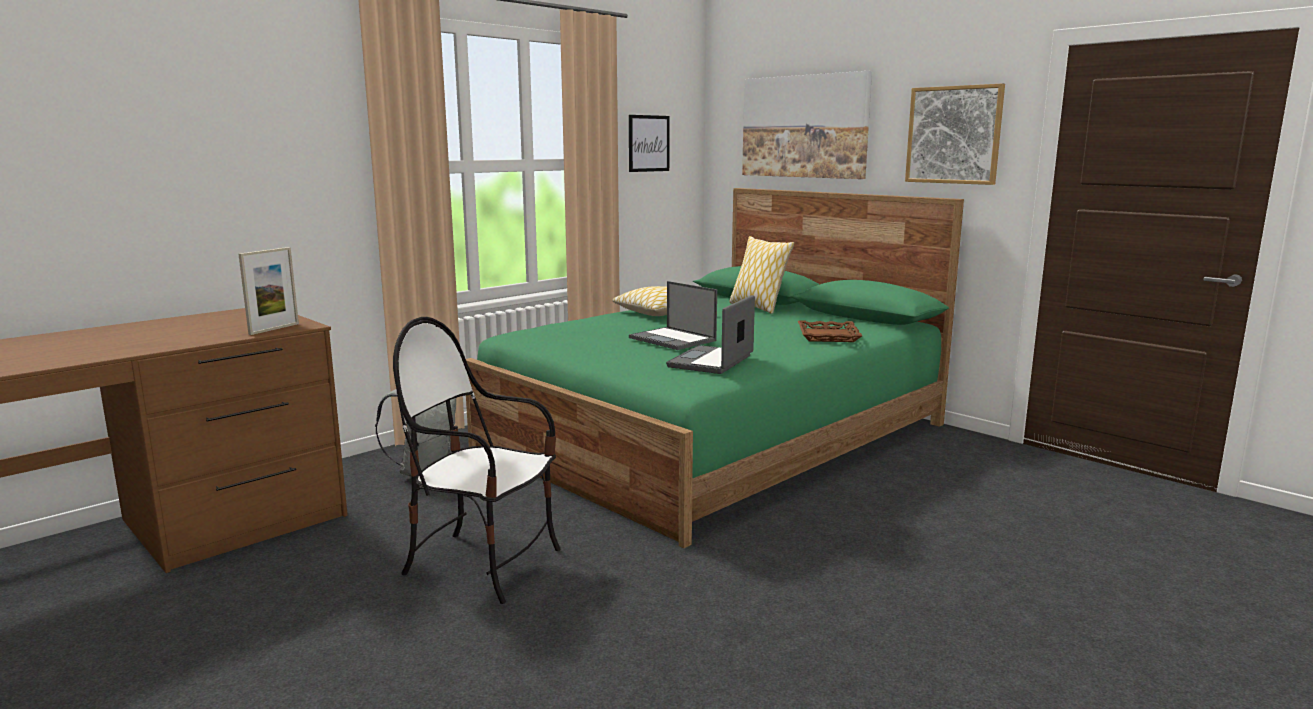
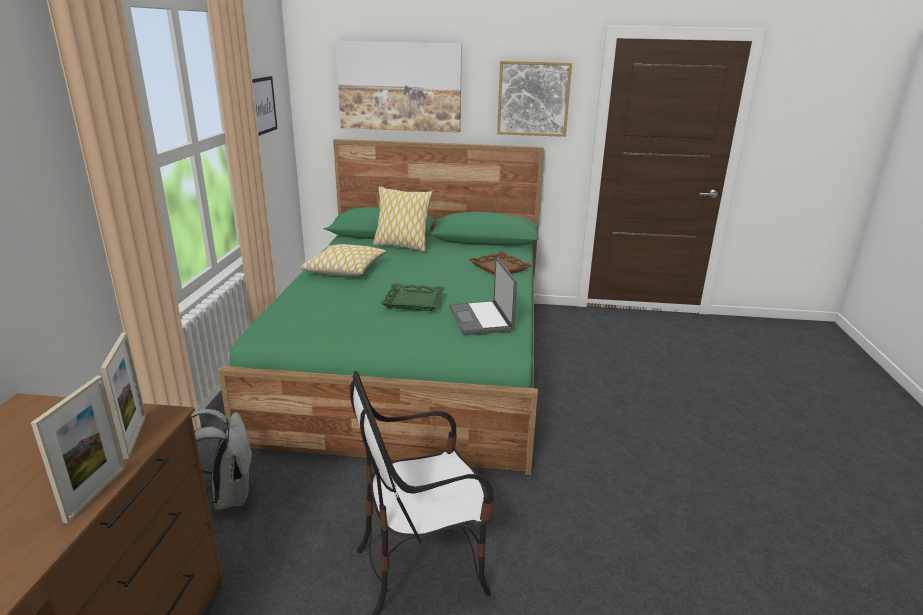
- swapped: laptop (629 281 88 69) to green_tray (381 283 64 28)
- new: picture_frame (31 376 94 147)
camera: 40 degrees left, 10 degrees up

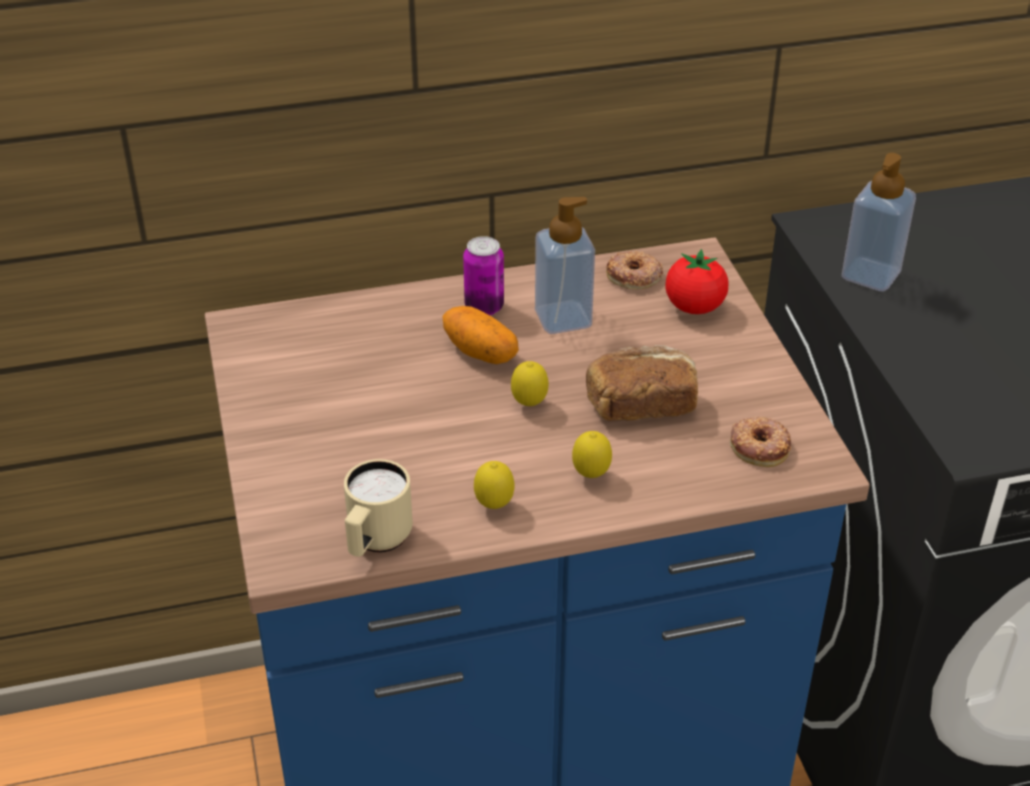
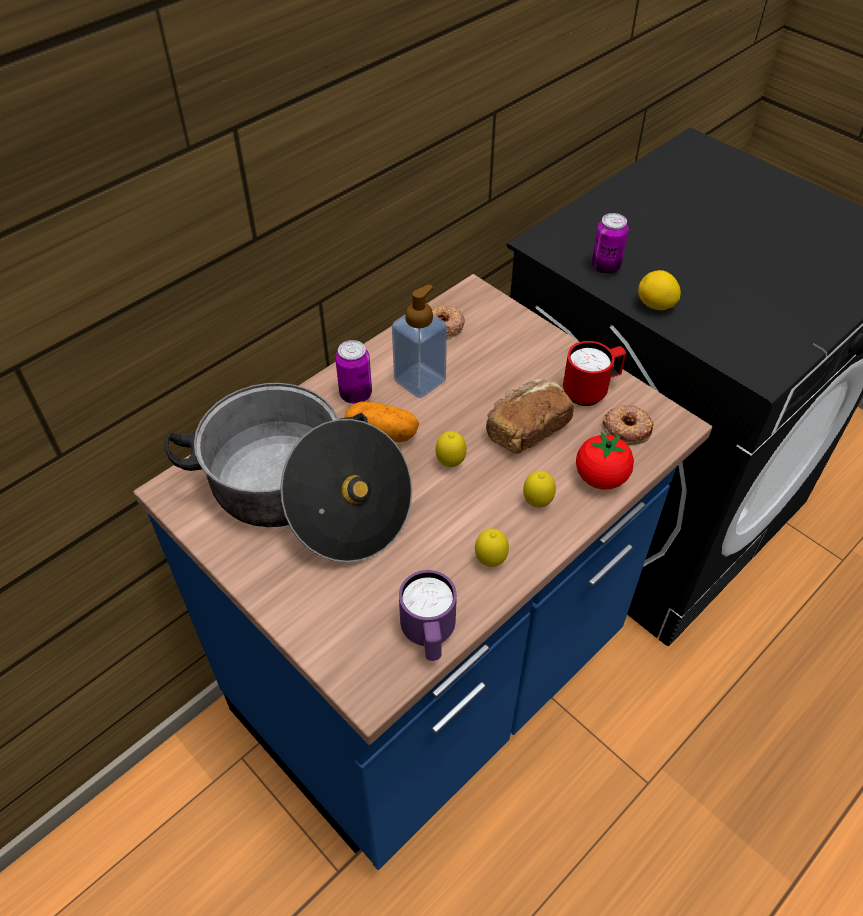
- swapped: soap_dispenser (842 153 74 139) to can (592 213 37 61)
- shifted: tomato (665 249 63 65) to (576 431 58 59)
- repainted: beige_mug (344 459 69 98) to purple_mug (399 570 58 91)
- new: lemon (638 270 43 40)
- new: red_mug (563 341 63 65)
- new: cooking_pot (164 383 248 179)
camera: 30 degrees left, 10 degrees up

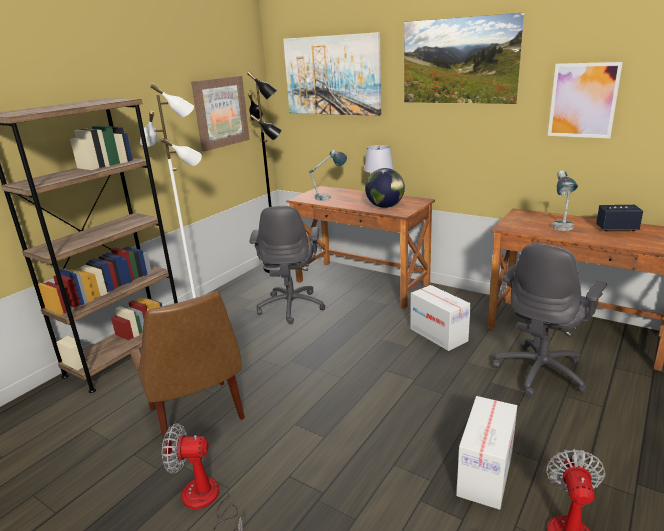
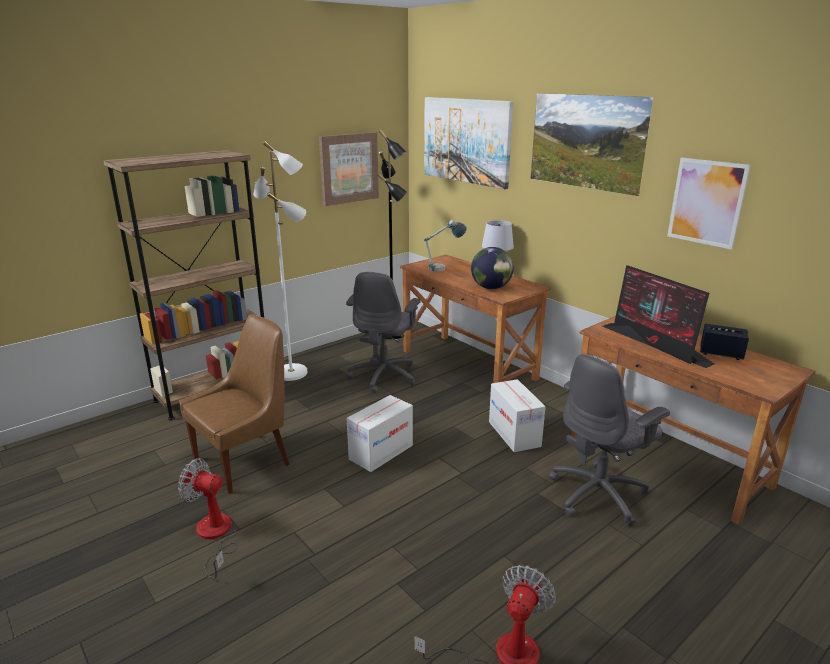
- swapped: table_lamp (552 170 26 61) to monitor (602 265 112 103)
- rotated: brown_chair (130 291 115 151) = (179 314 110 180) 120 degrees counterclockwise
- shifted: cardboard_box (456 396 61 114) to (347 395 66 77)
camera: 15 degrees right, 0 degrees up

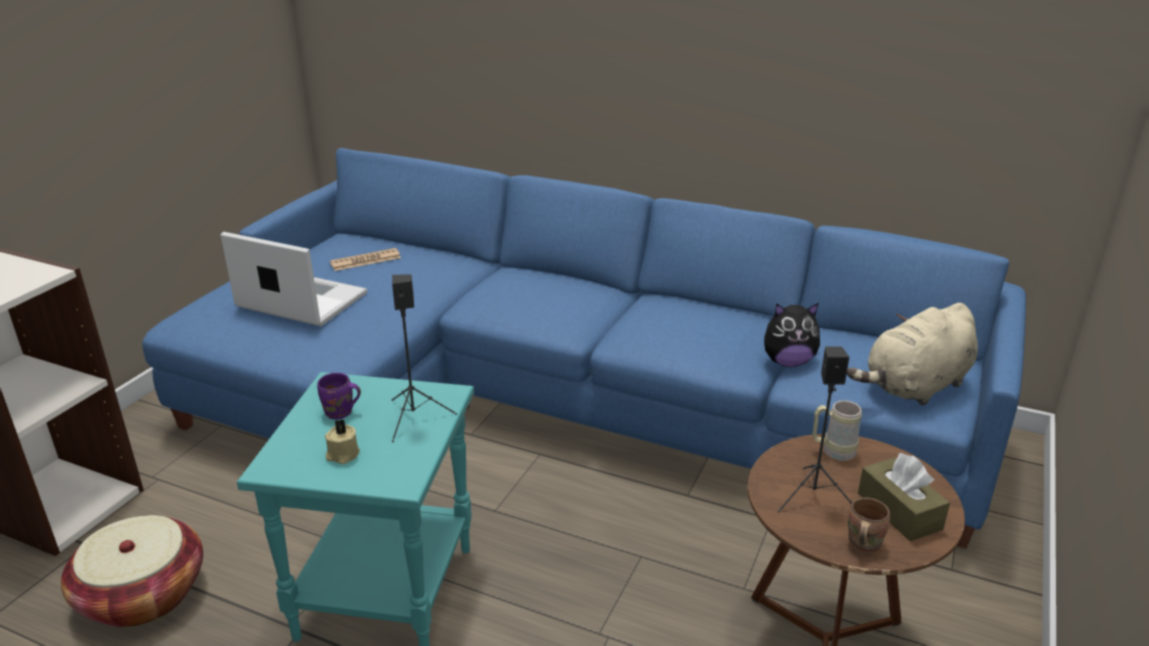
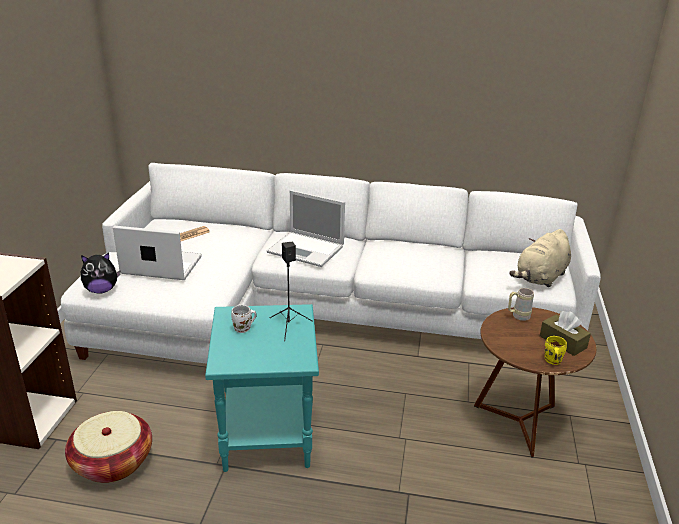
- repainted: blue_sofa (142 148 884 401) to white_sofa (61 163 540 201)
- shifted: plush_toy (764 303 56 64) to (81 252 39 42)
- gone: black_speaker (778 347 74 166)
- repainted: purple_mug (317 373 44 47) to white_mug (231 305 26 28)
- gone: beige_candle (325 419 35 45)
- repainted: brown_mug (848 498 42 55) to yellow_mug (545 336 22 29)
- new: laptop (267 190 78 77)
camera: 15 degrees left, 0 degrees up

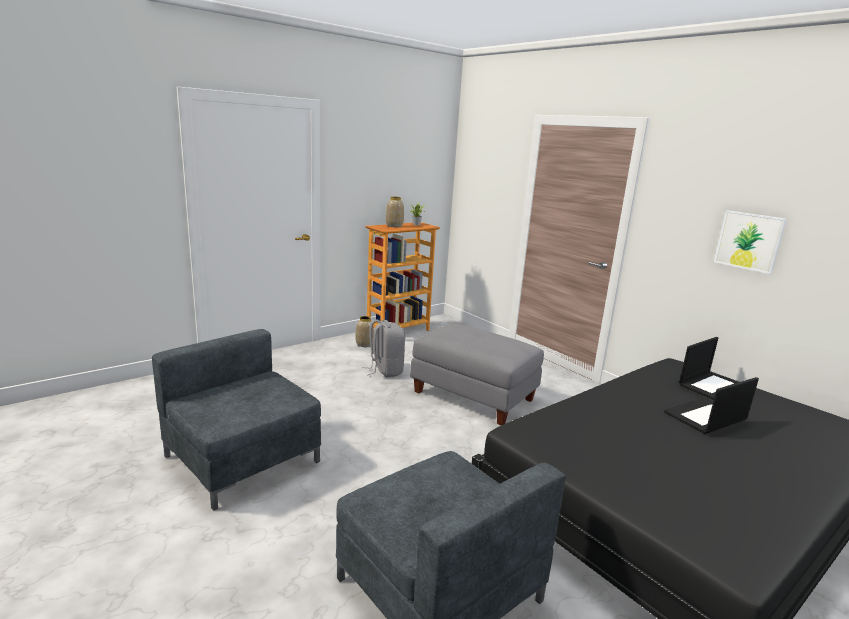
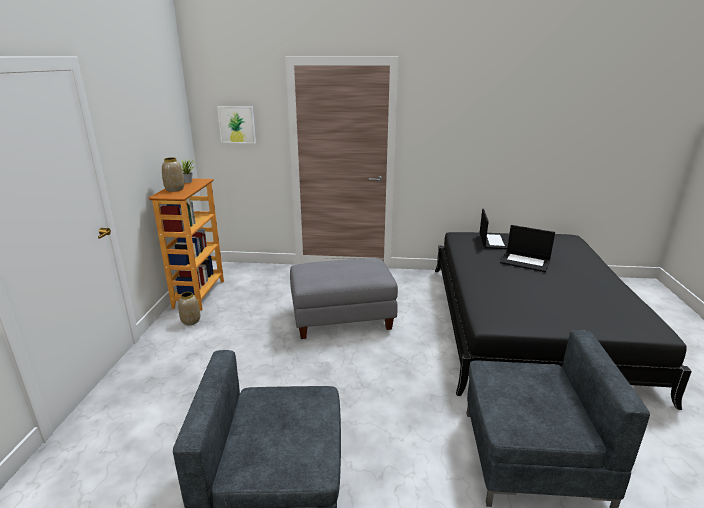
- shifted: picture (714 210 73 64) to (217 106 39 37)
- gone: grey_backpack (363 319 42 58)
- rotated: laptop (664 377 95 57) = (500 225 55 47) 75 degrees counterclockwise
camera: 45 degrees left, 5 degrees up

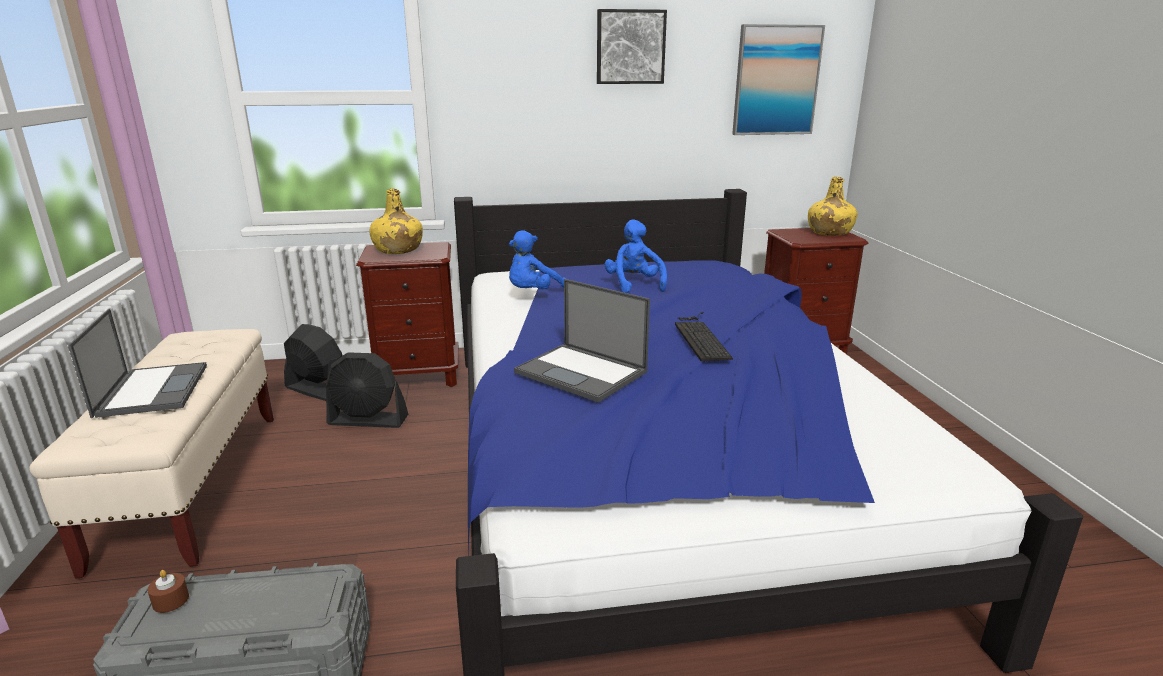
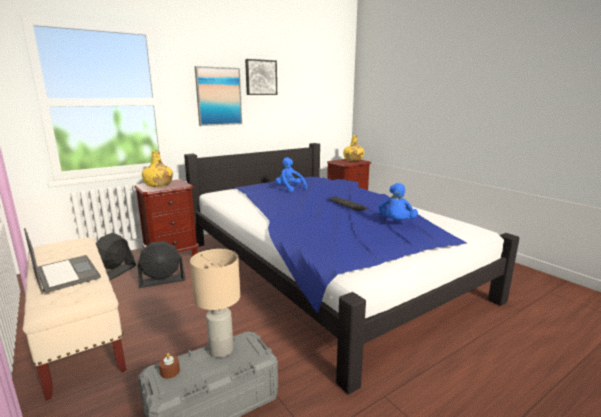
- shifted: picture (732 24 93 111) to (195 66 47 60)
- shifted: blue_plush_toy (509 230 57 59) to (379 183 39 37)
- gone: laptop (514 279 136 124)
- rotated: black_fan (284 324 58 77) = (96 233 40 48) 75 degrees counterclockwise
- new: beige_table_lamp (190 249 50 109)
camera: 25 degrees left, 5 degrees down

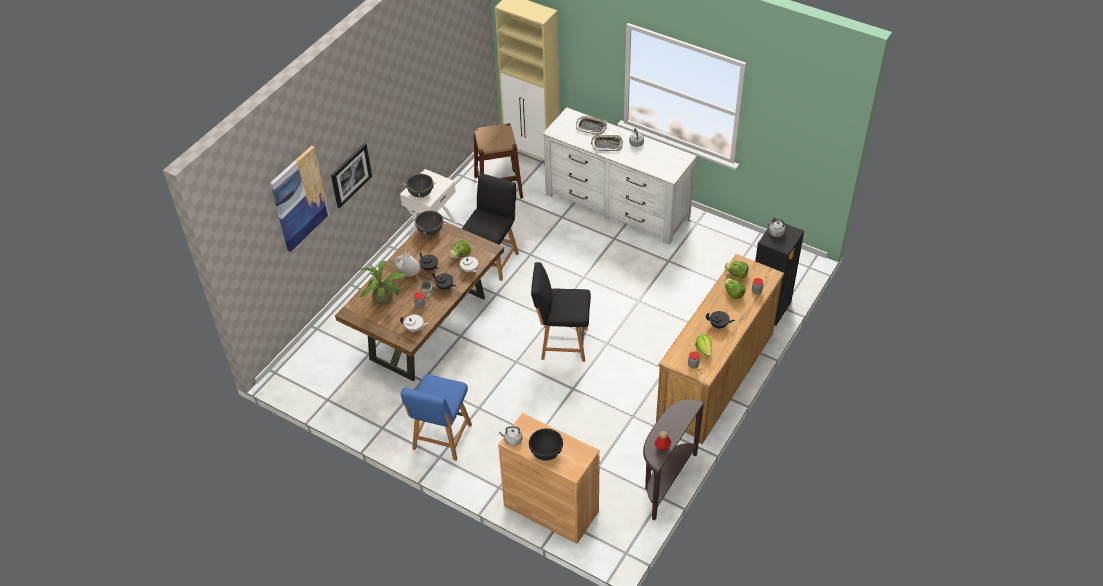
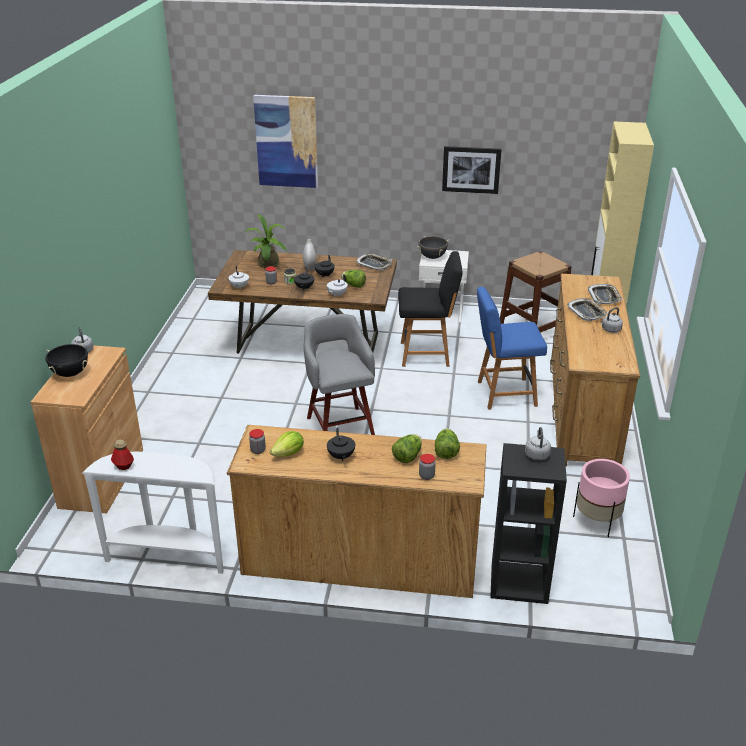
- repainted: white_dresser (542 107 155 138) to brown_dresser (550 274 90 192)
- shifted: picture (331 143 41 65) to (442 146 60 48)
- swapped: black_cooking_pot (412 209 34 27) to tray (356 253 36 17)
- swapped: black_chair (531 262 60 100) to grey_stool (304 314 71 121)
- shifted: blue_chair (400 374 72 87) to (477 287 70 123)
- repainted: brown_console_table (643 399 61 122) to white_console_table (82 452 142 122)
- new: pink_planter (573 459 57 78)
camera: 65 degrees right, 15 degrees down

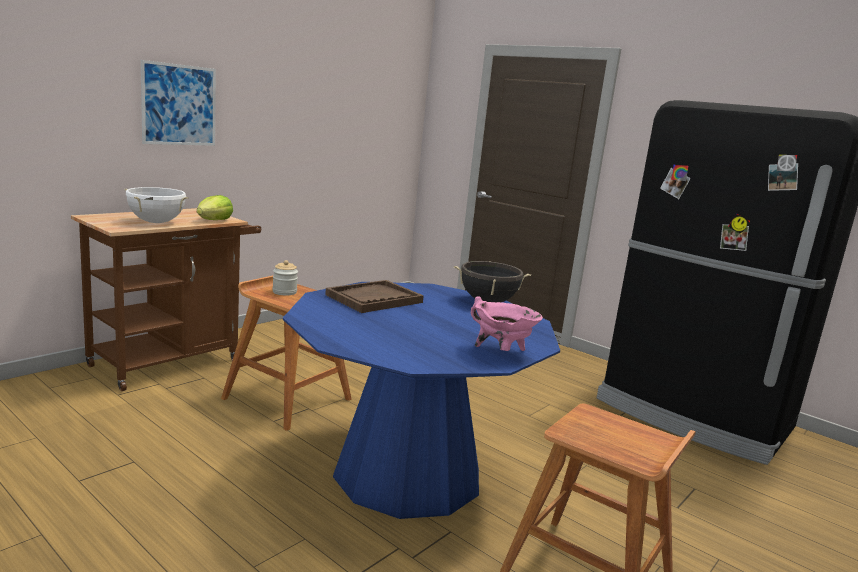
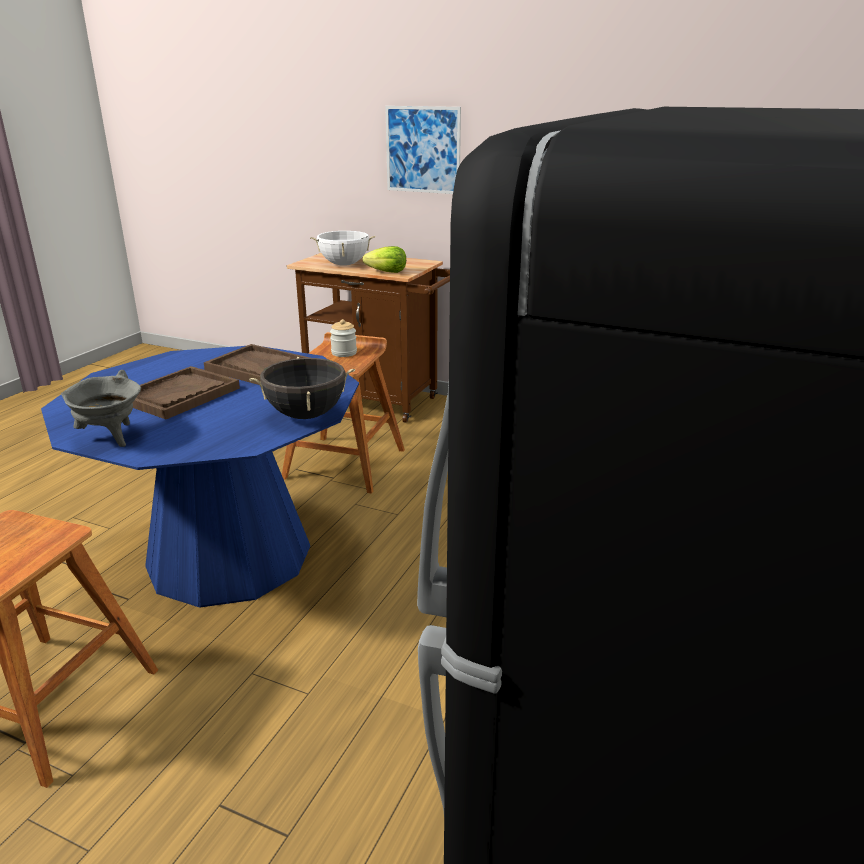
- repainted: pink_cooking_pot (470 296 73 55) to grey_cooking_pot (61 370 80 77)
- new: brown_tray (133 366 107 53)
camera: 75 degrees right, 10 degrees up

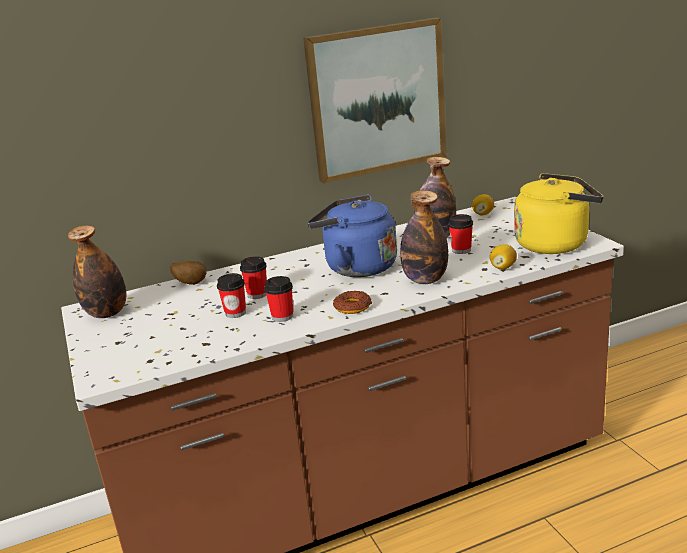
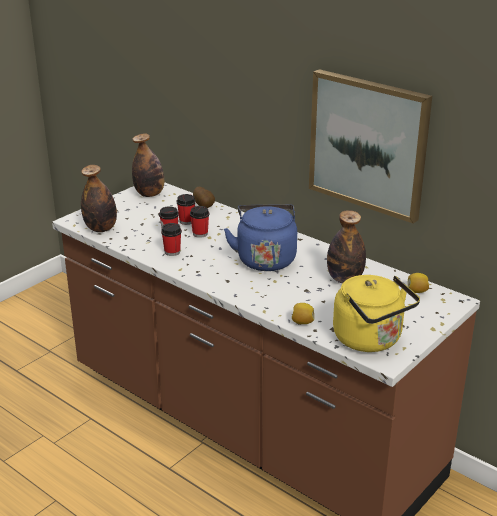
- shifted: bottle (400 190 48 94) to (81 165 36 67)
- shifted: cup (448 214 25 40) to (177 194 19 31)
- gone: donut (333 291 39 23)
camera: 60 degrees right, 5 degrees up

